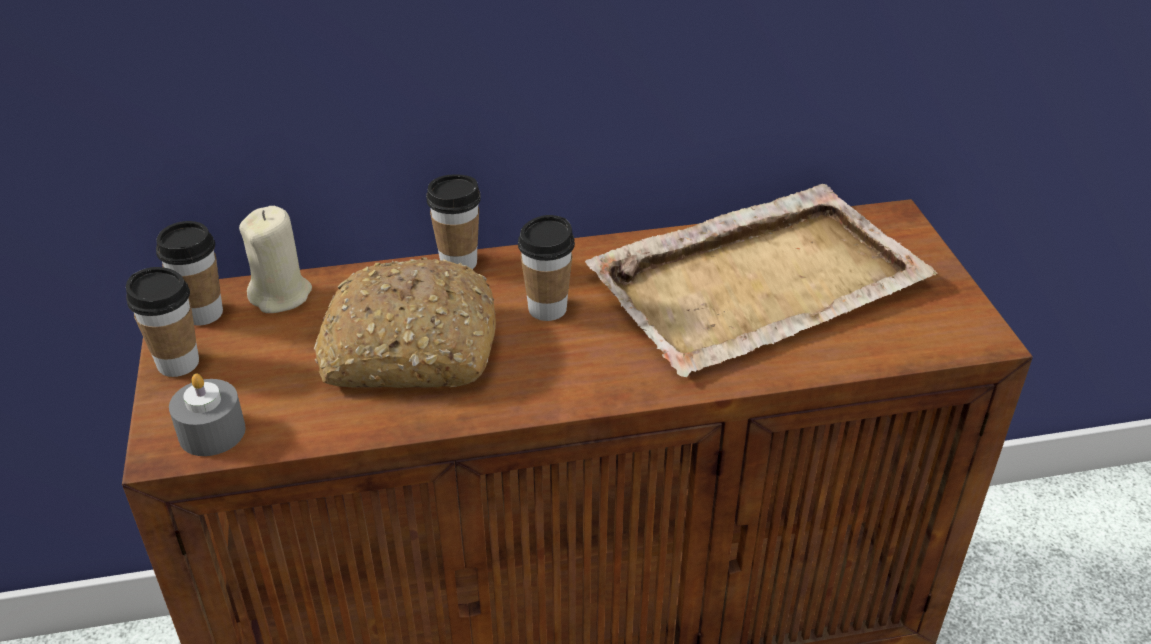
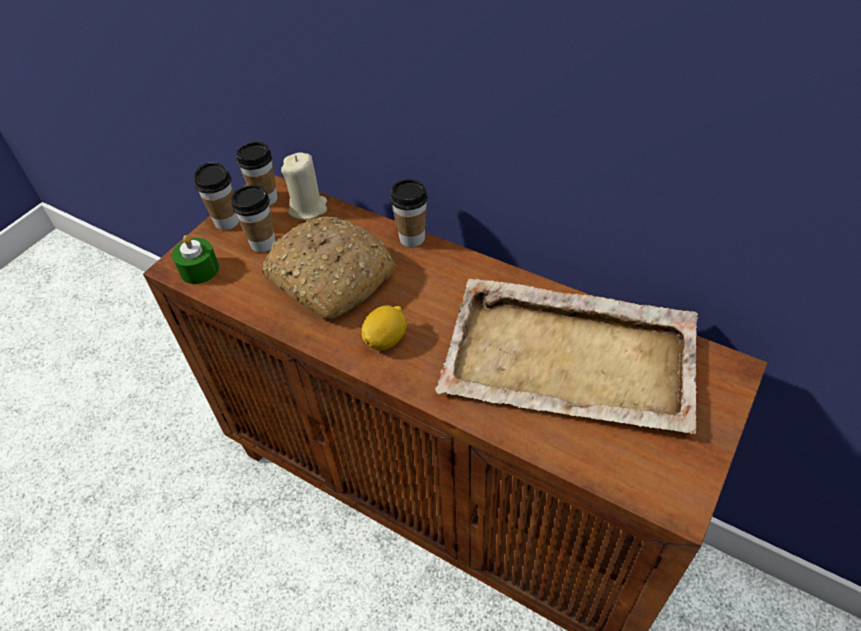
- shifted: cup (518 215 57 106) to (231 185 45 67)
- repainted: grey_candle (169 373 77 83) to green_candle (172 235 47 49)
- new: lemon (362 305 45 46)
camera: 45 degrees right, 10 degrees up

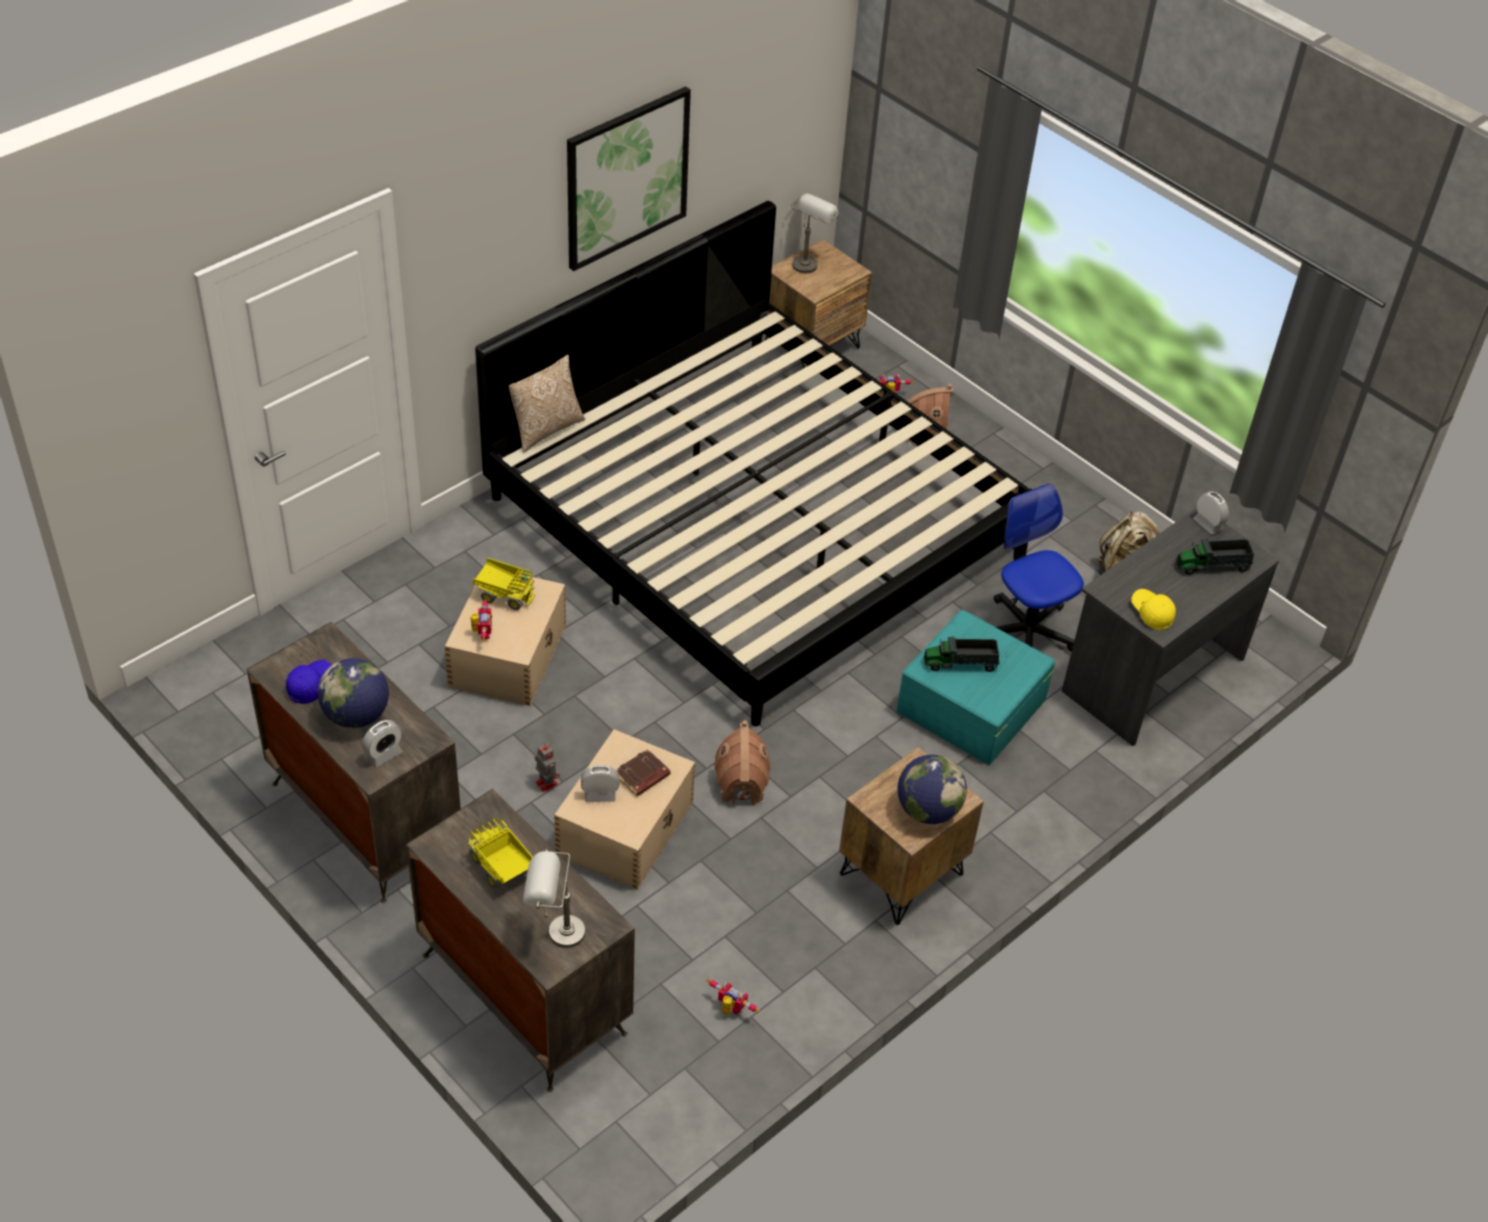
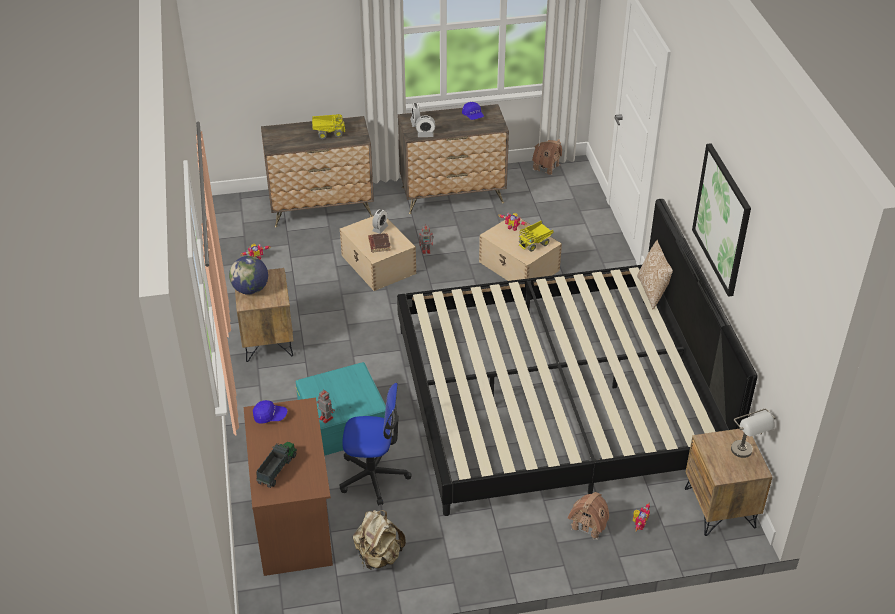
- shifted: alarm_clock (1193 491 36 44) to (416 115 19 22)
- repainted: grey_desk (1062 507 217 239) to brown_desk (244 398 89 178)
- repainted: yellow_cap (1131 589 45 41) to blue_cap (253 400 34 24)
- gone: toy_truck (924 636 76 36)
- gone: globe (318 658 71 70)
- shifted: toy_house (714 720 56 85) to (532 139 30 36)
- gone: grey_table_lamp (523 849 62 99)
- new: toy_robot (317 390 18 34)
camera: 125 degrees right, 5 degrees down

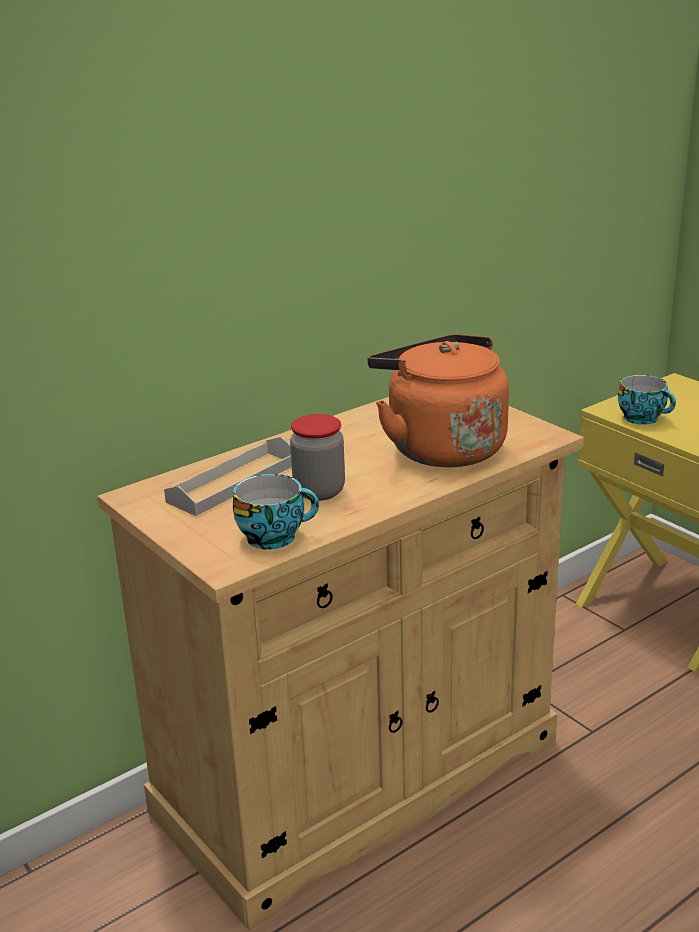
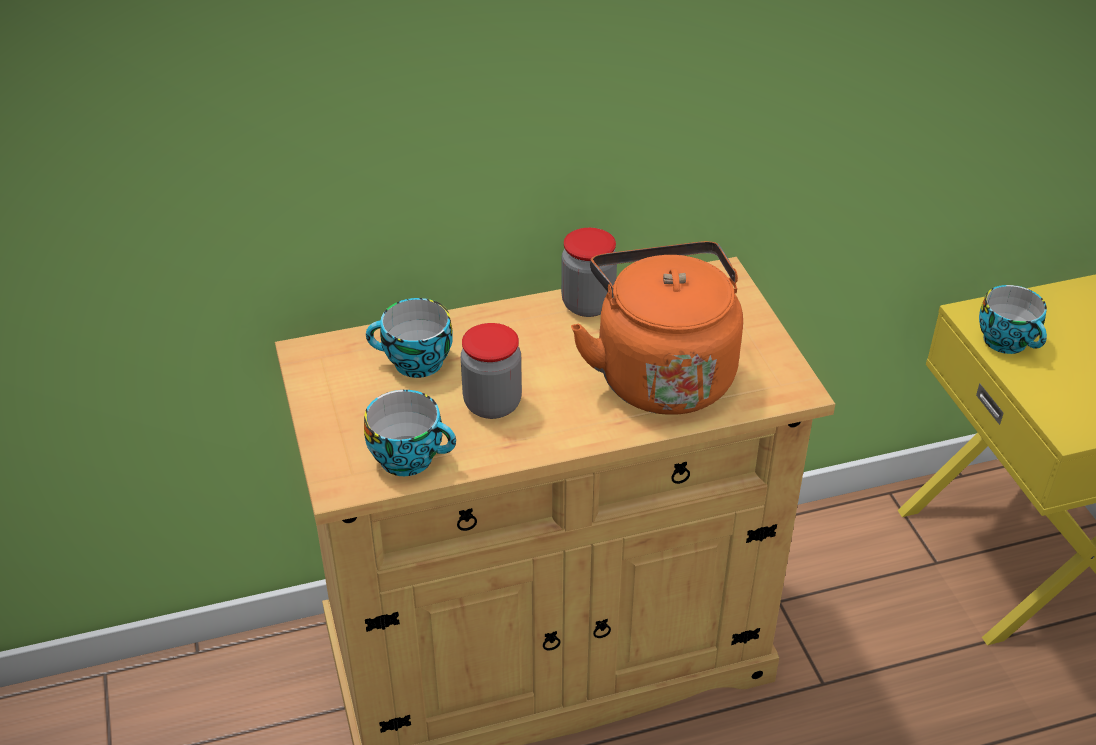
- swapped: grey_tray (164 437 128 79) to cup (366 298 87 80)
- new: jar (561 228 56 89)
camera: 20 degrees right, 15 degrees up

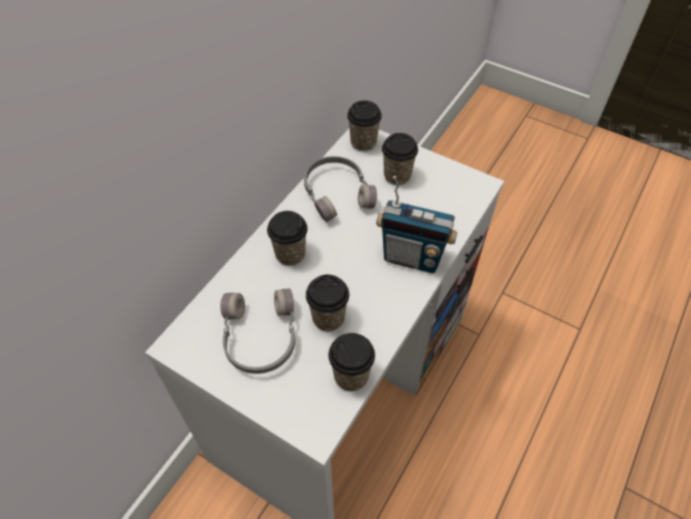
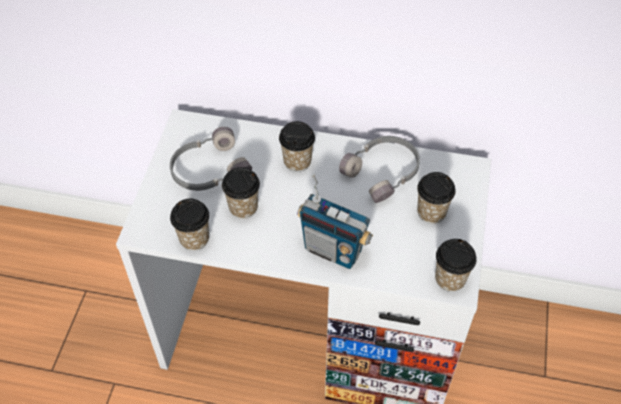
- shifted: cup (347 100 35 51) to (435 239 42 53)
- rotated: radio (376 176 82 97) = (297 174 76 95) 60 degrees counterclockwise
camera: 70 degrees right, 0 degrees up

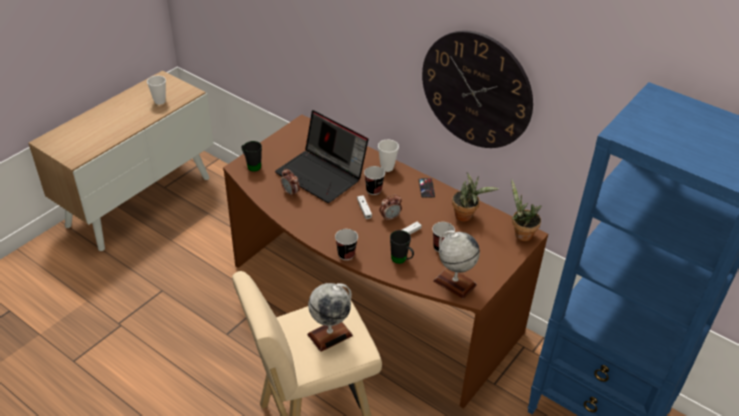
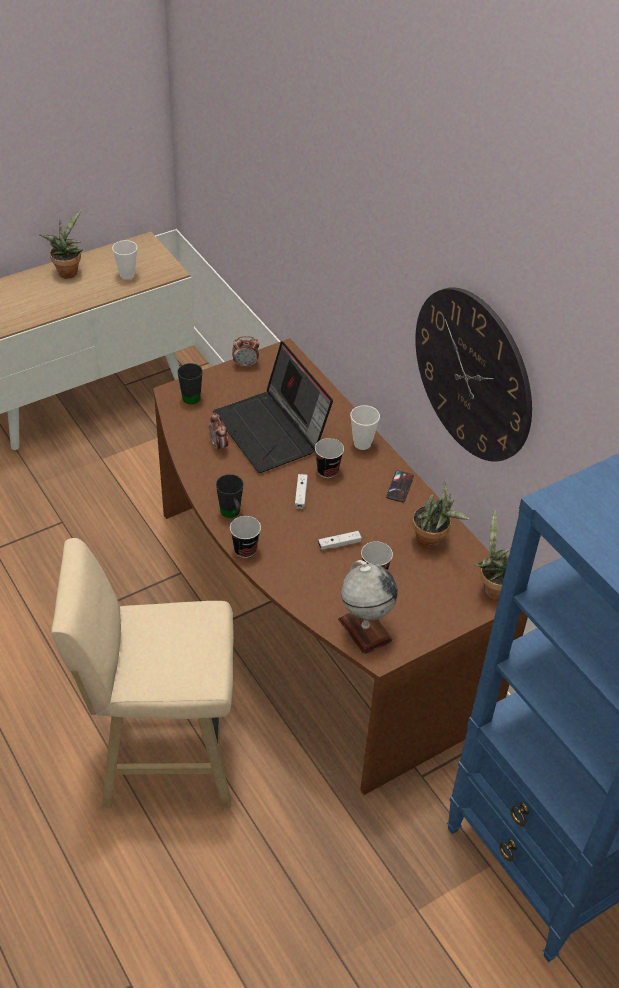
- shifted: alarm_clock (379 195 23 27) to (232 336 27 32)
- shifted: black_mug (390 230 24 34) to (216 474 28 44)
- gone: globe (307 283 46 69)
- new: potted_plant (39 209 44 70)
camera: 20 degrees right, 5 degrees up

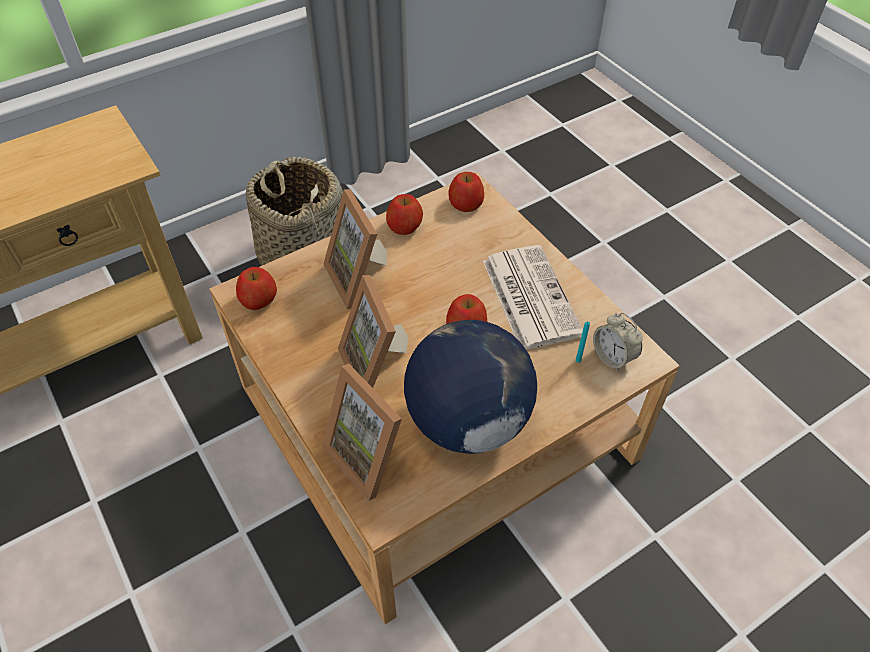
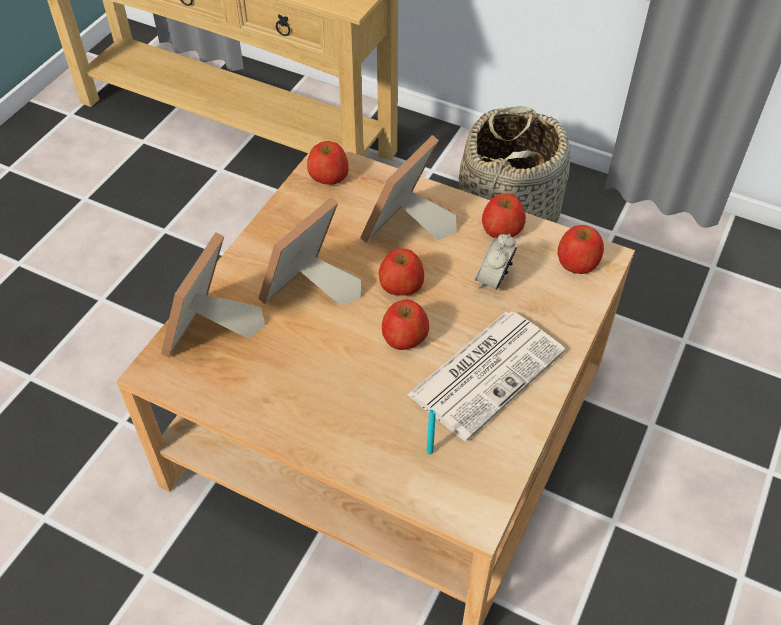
- shifted: alarm_clock (593 313 50 58) to (475 234 42 56)
- gone: globe (404 320 133 134)
- new: apple (379 249 45 47)
camera: 60 degrees right, 0 degrees up

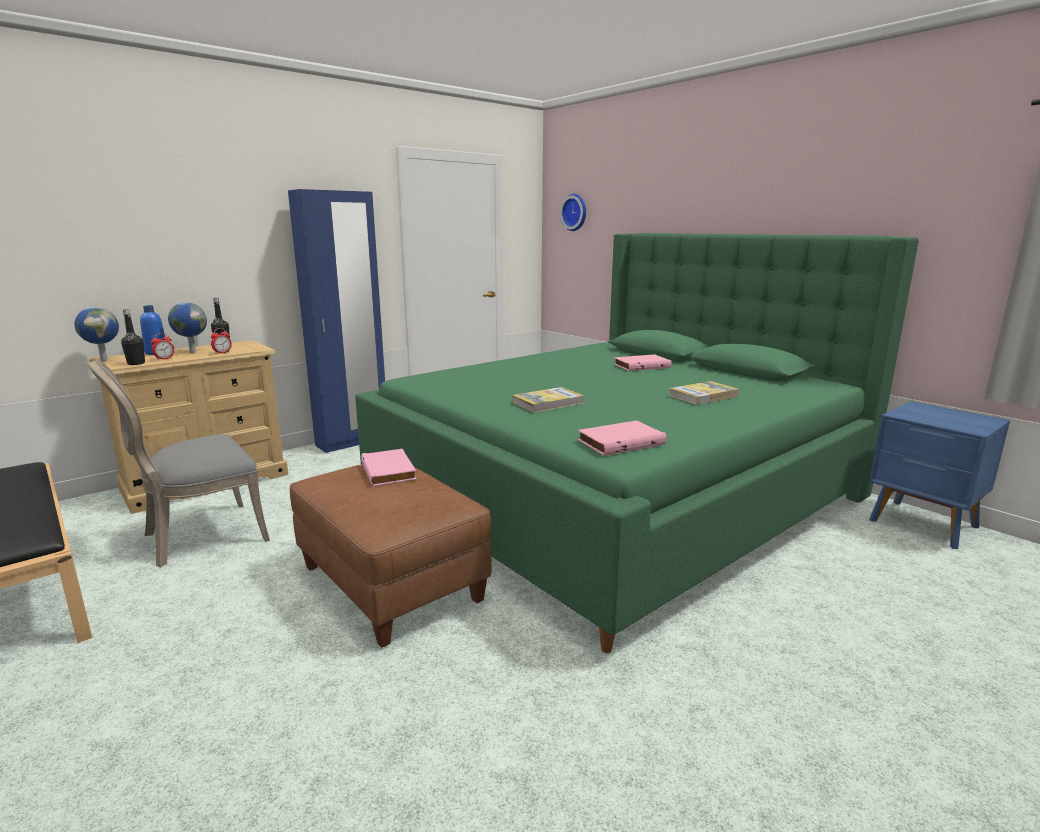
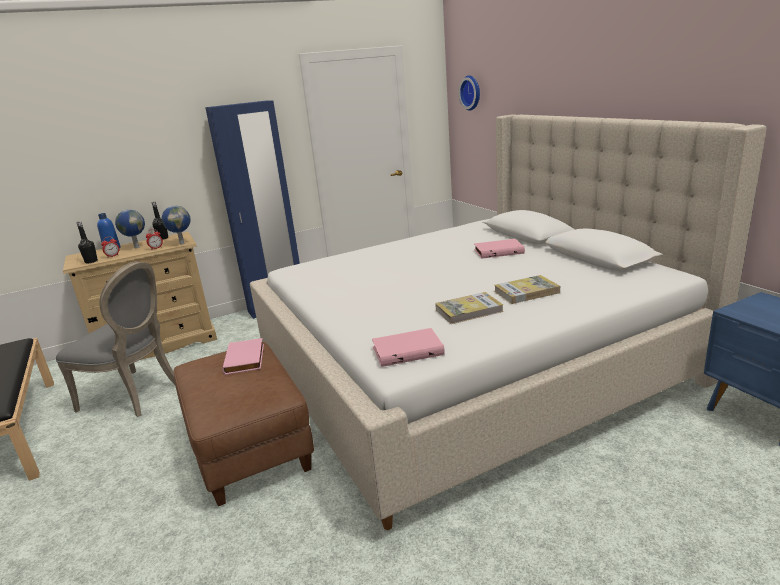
- repainted: green_bed (355 233 564 420) to beige_bed (250 114 517 416)
- shifted: globe (74 307 45 54) to (162 206 29 39)
- rotated: grey_chair (87 359 183 208) = (56 261 119 156) 135 degrees counterclockwise
- shifted: book (512 387 72 26) to (435 292 68 32)
camera: 15 degrees right, 5 degrees up

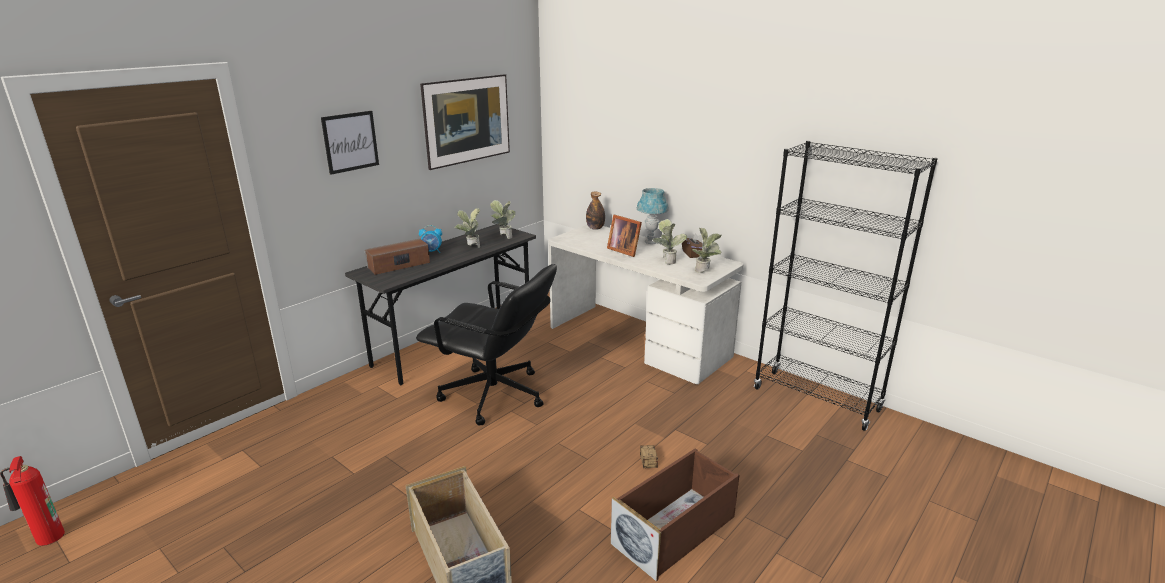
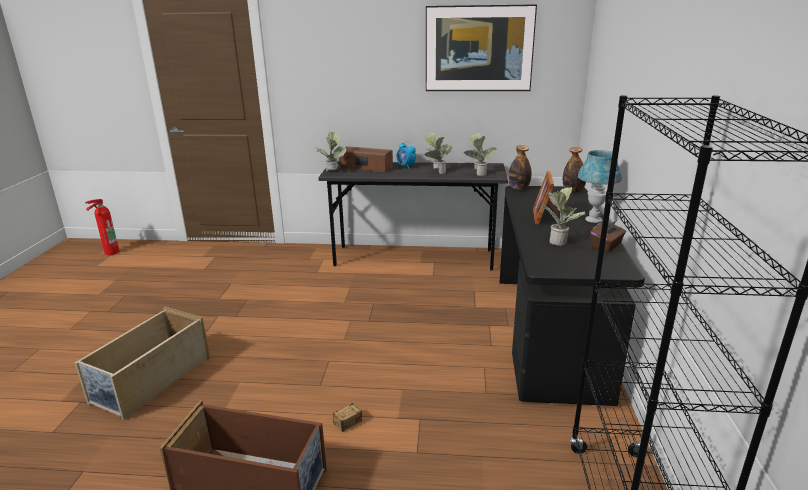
- gone: picture (321 111 58 64)
- repainted: white_desk (549 225 194 159) to black_desk (499 186 146 220)
- shifted: potted_plant (692 228 30 45) to (314 132 32 39)
- gone: black_office_chair (416 264 141 162)
- new: bottle (508 145 23 45)
camera: 55 degrees right, 0 degrees up

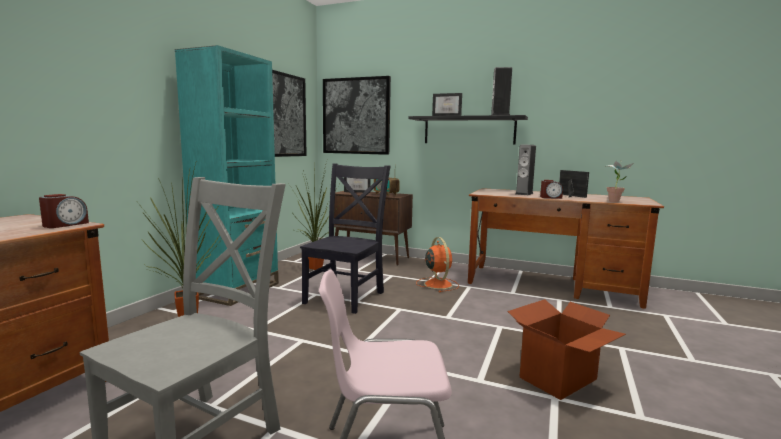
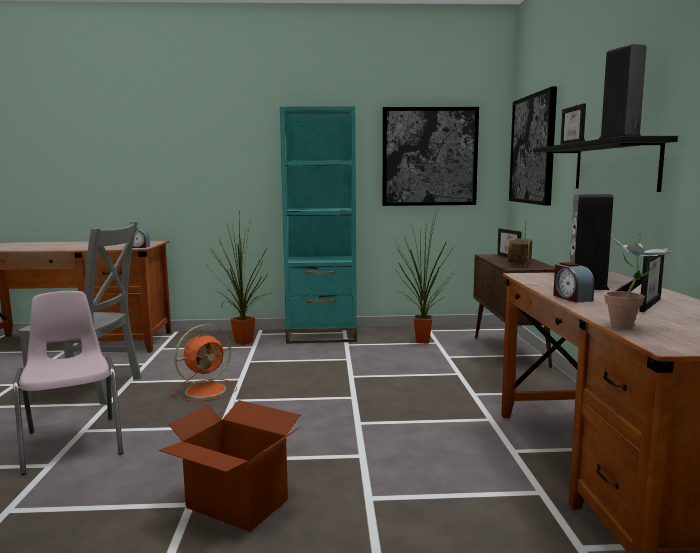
- gone: black_chair (300 163 91 151)
- shifted: orange_fan (416 237 43 55) to (171 324 66 77)
camera: 65 degrees right, 0 degrees up

